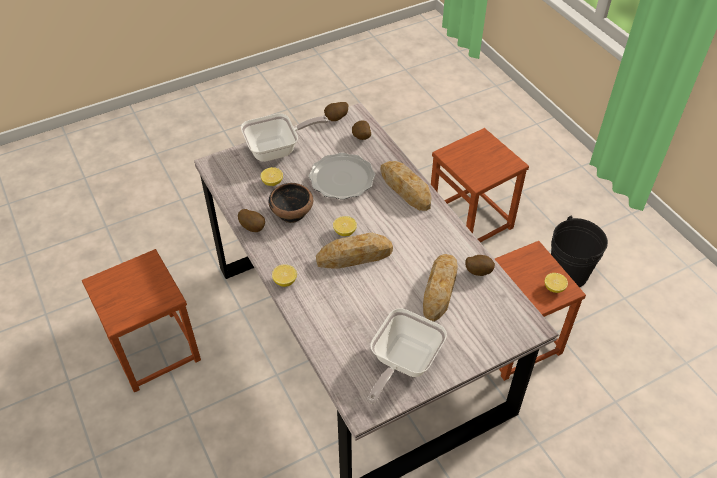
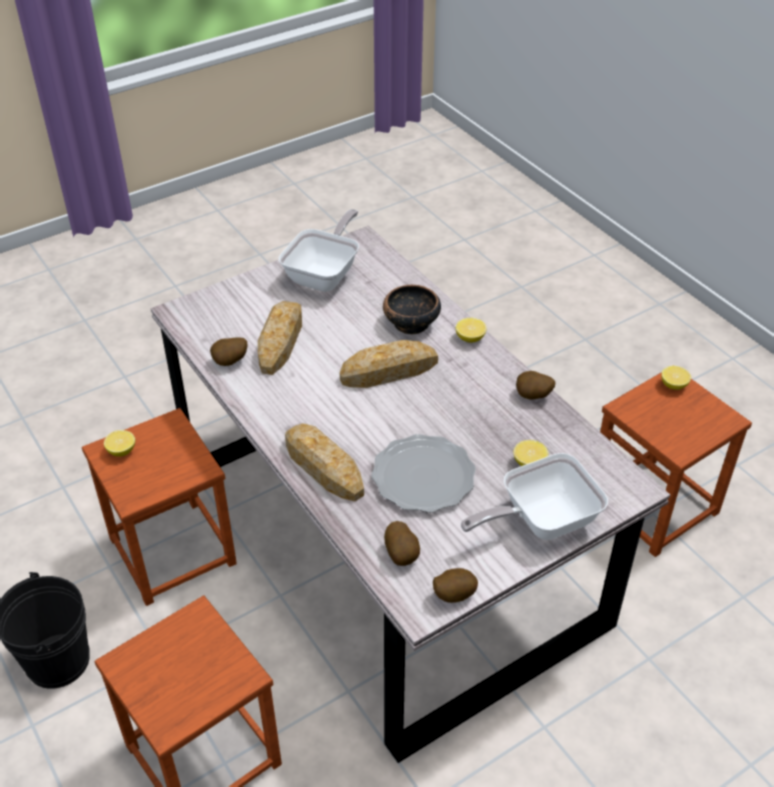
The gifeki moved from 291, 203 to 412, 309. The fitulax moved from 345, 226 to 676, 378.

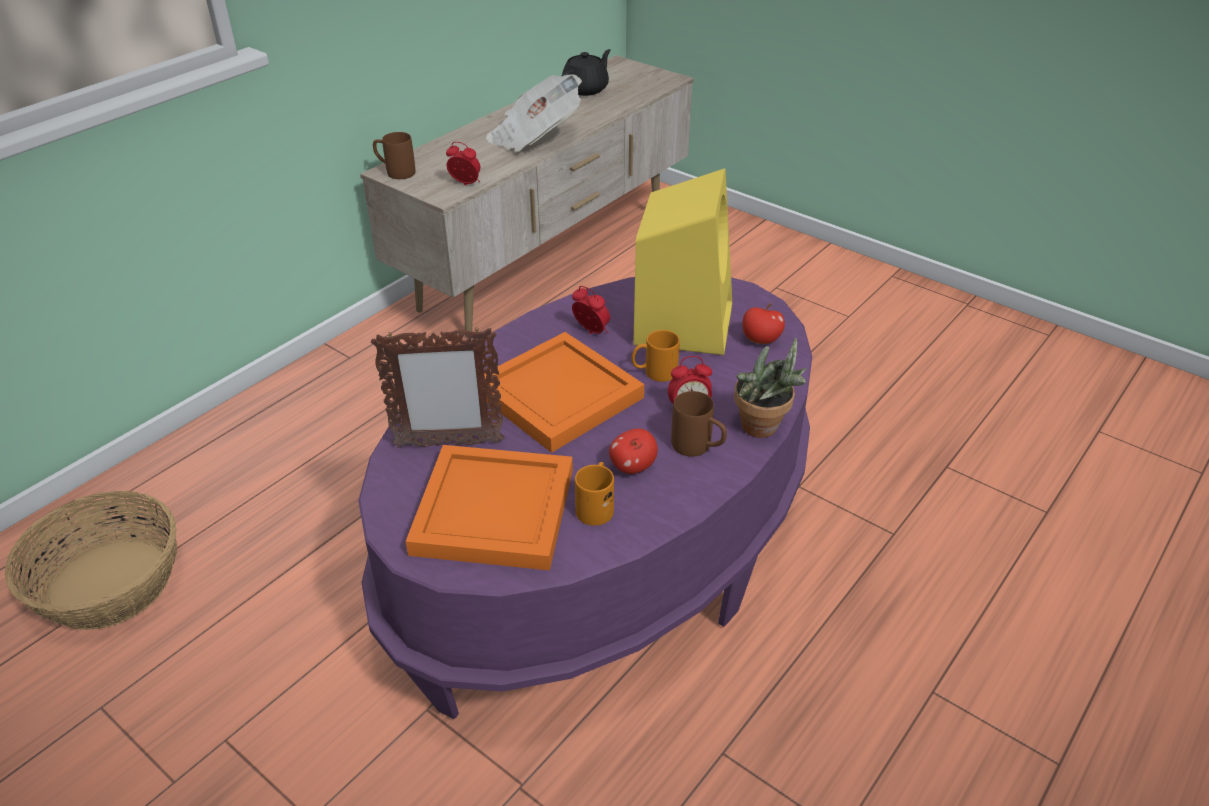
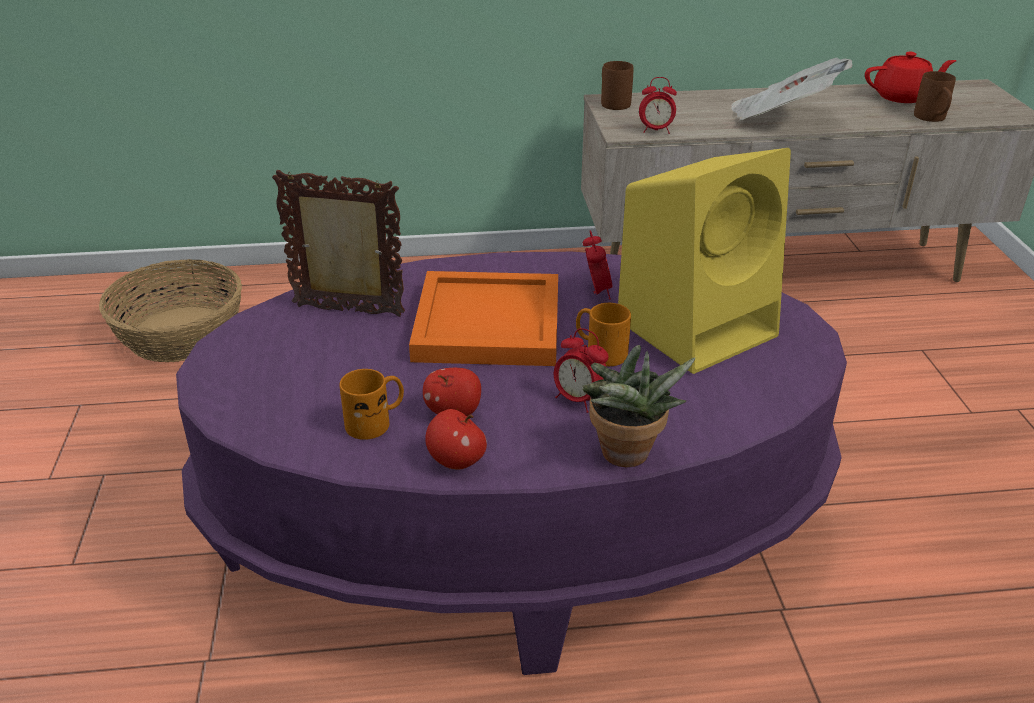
The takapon at 438, 387 turned 150 degrees clockwise. The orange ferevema at 489, 508 disappeared. The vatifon at 463, 163 turned 120 degrees clockwise. The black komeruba at 586, 72 became the red komeruba at 910, 77. The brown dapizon moved from 699, 424 to 935, 96. The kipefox moved from 763, 323 to 456, 439.

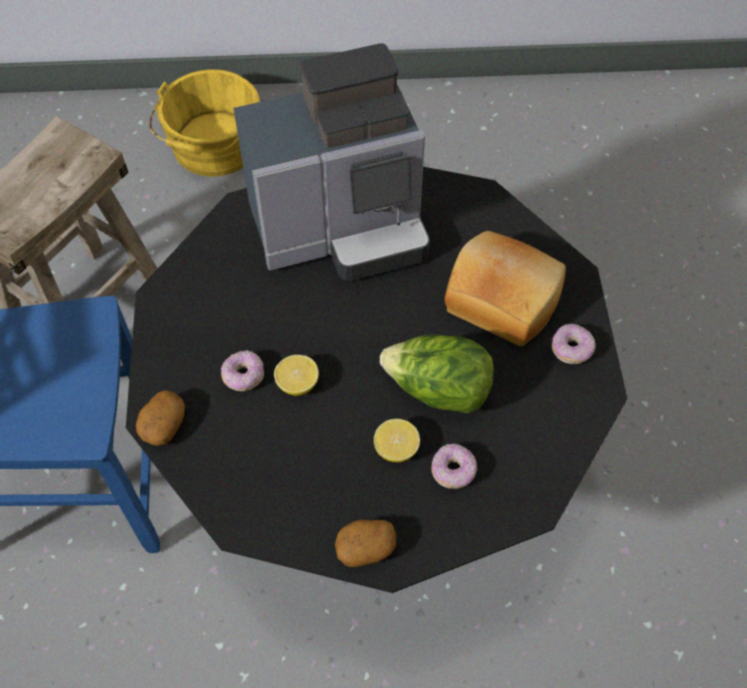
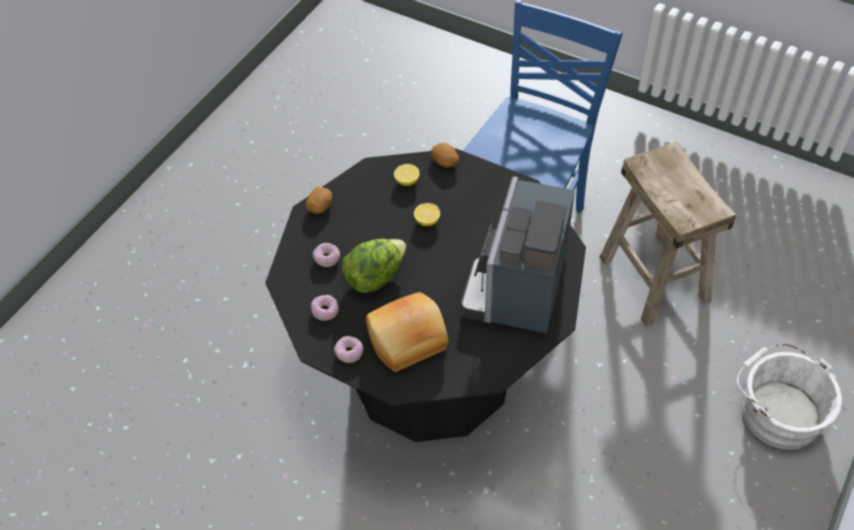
The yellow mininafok at 204, 123 became the white mininafok at 789, 397. The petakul moved from 242, 370 to 325, 308. The fitulax moved from 397, 440 to 407, 175.

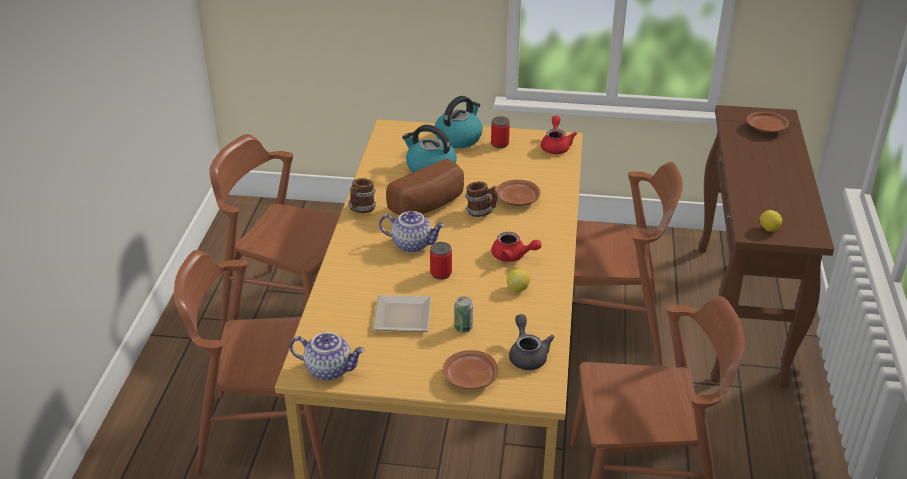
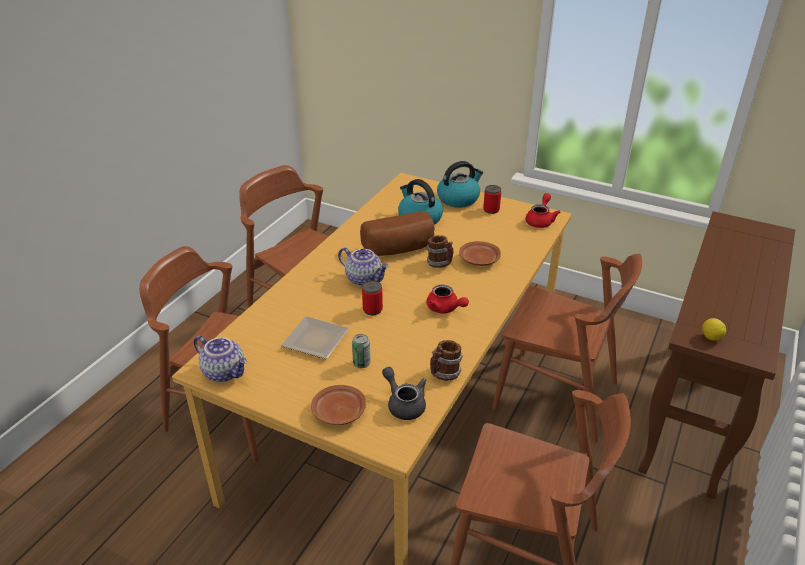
The dapizon moved from 362, 195 to 446, 360. The fitulax at 518, 280 disappeared. The grey komeruba at 532, 342 turned 45 degrees counterclockwise. The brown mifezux at 767, 122 disappeared.

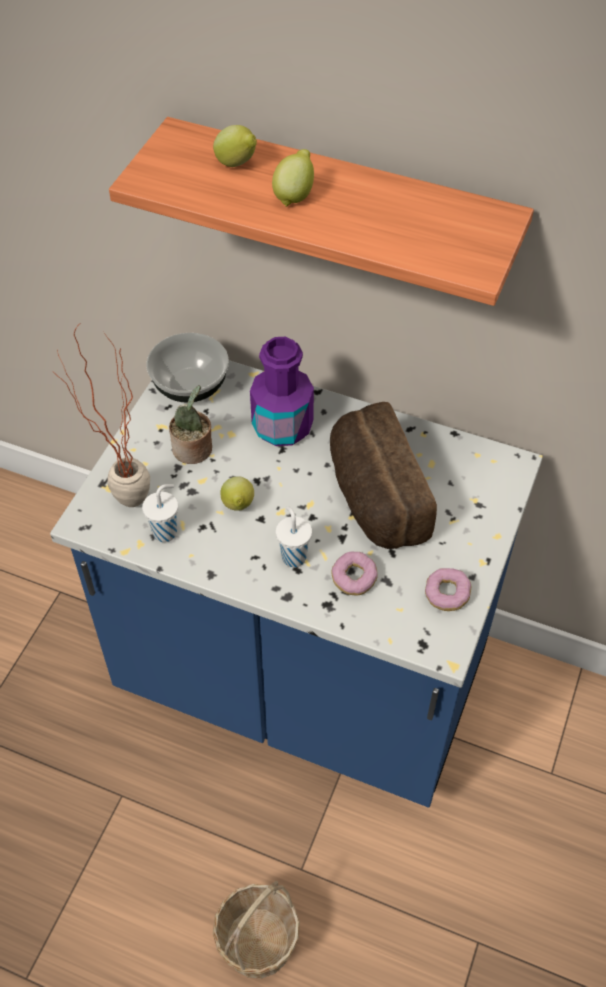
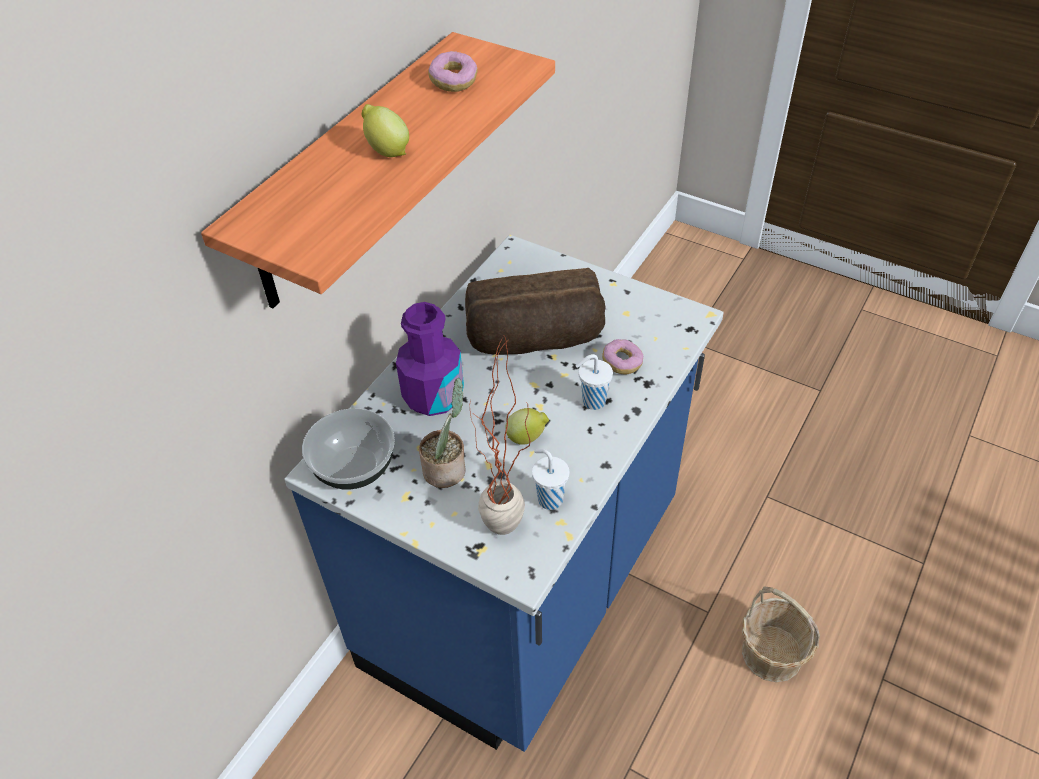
The fitulax at 235, 146 disappeared. The petakul moved from 448, 589 to 452, 71.

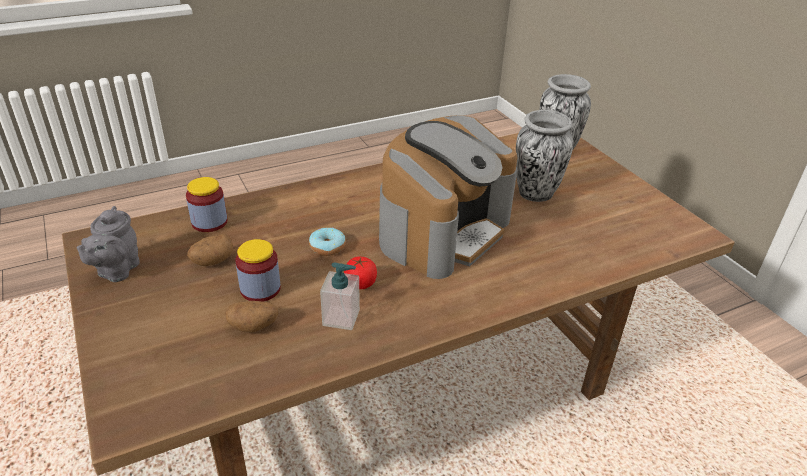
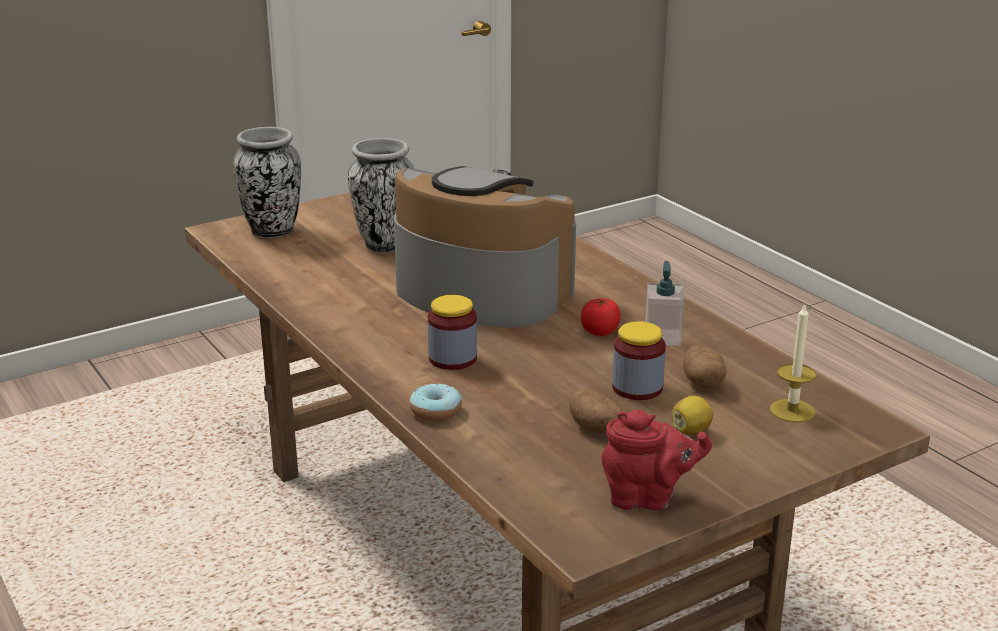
The grey komeruba at 108, 244 became the red komeruba at 657, 460. The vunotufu moved from 206, 204 to 452, 332. The petakul moved from 327, 241 to 436, 402. The fitulax at 692, 415 appeared. The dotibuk at 793, 363 appeared.

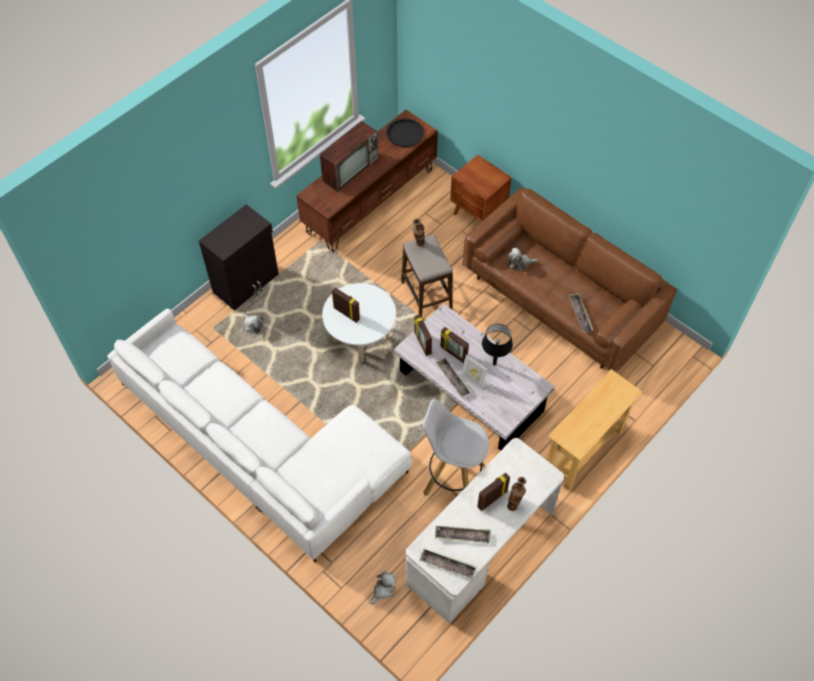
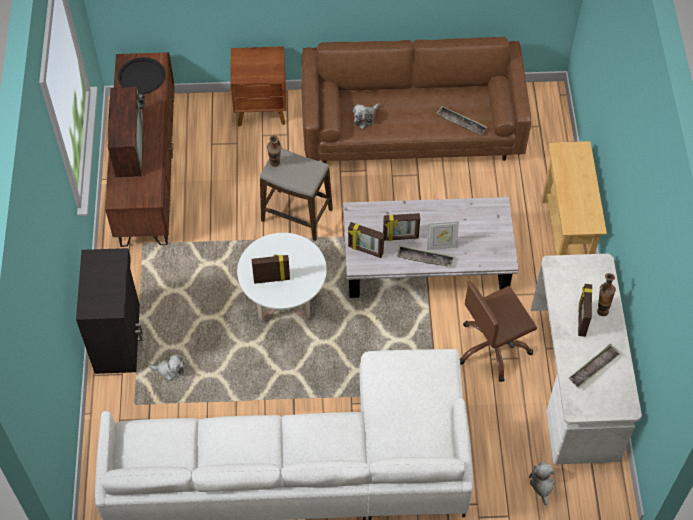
The ferevema at 448, 564 disappeared. The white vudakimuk at 455, 447 was replaced by the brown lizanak at 498, 331. The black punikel at 497, 344 disappeared.

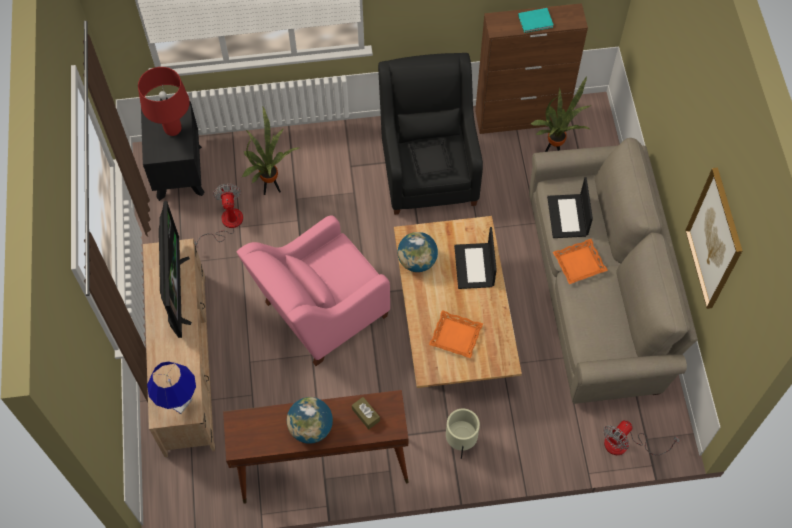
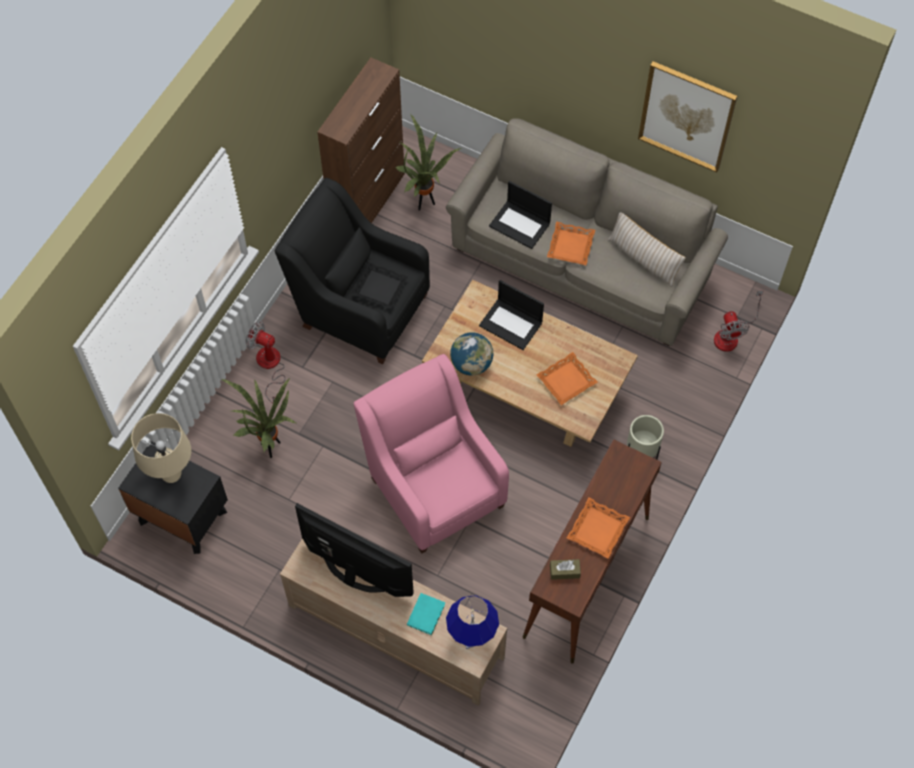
The red punikel at 164, 101 became the beige punikel at 161, 448. The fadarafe moved from 218, 215 to 265, 362. The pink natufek at 313, 290 turned 150 degrees clockwise. The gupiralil at 310, 420 was replaced by the orange ferevema at 598, 528. The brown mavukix moved from 366, 413 to 565, 569. The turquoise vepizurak moved from 536, 20 to 426, 614. The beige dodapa at 647, 249 appeared.

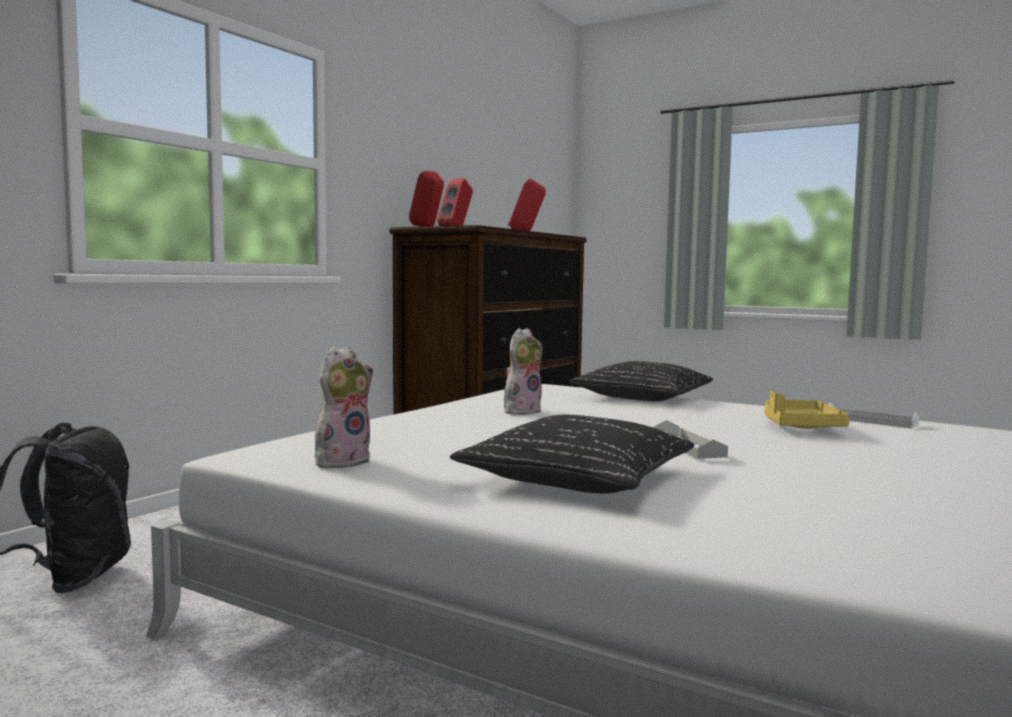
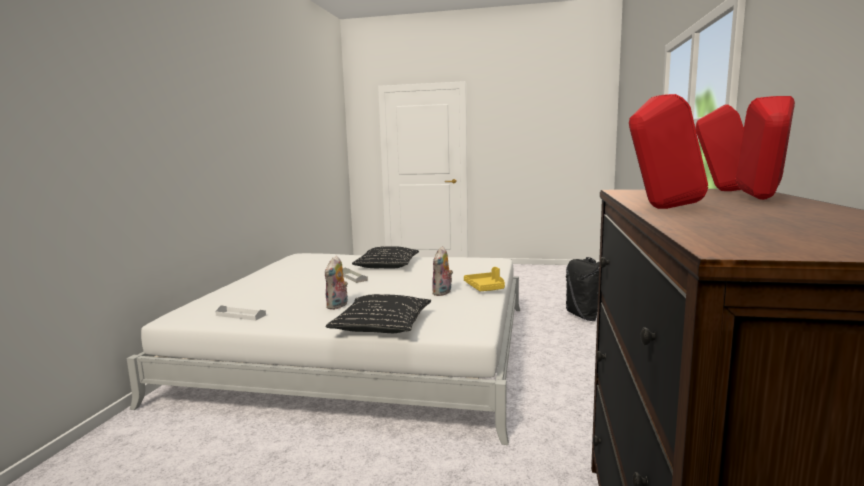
The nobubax moved from 344, 407 to 336, 283. The yellow ferevema moved from 807, 410 to 484, 279.

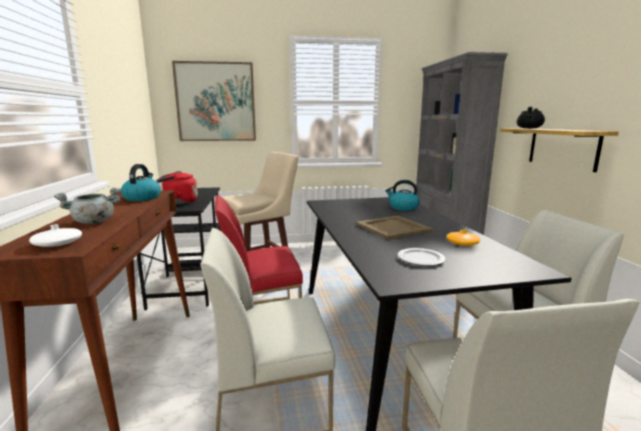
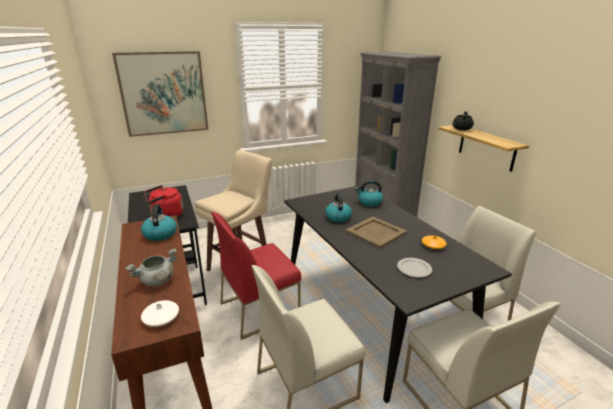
The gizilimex at 338, 207 appeared.

